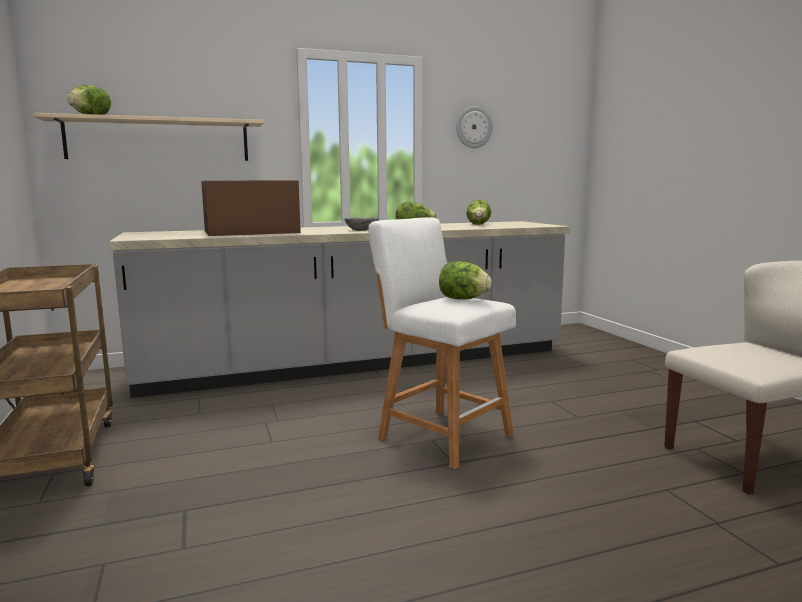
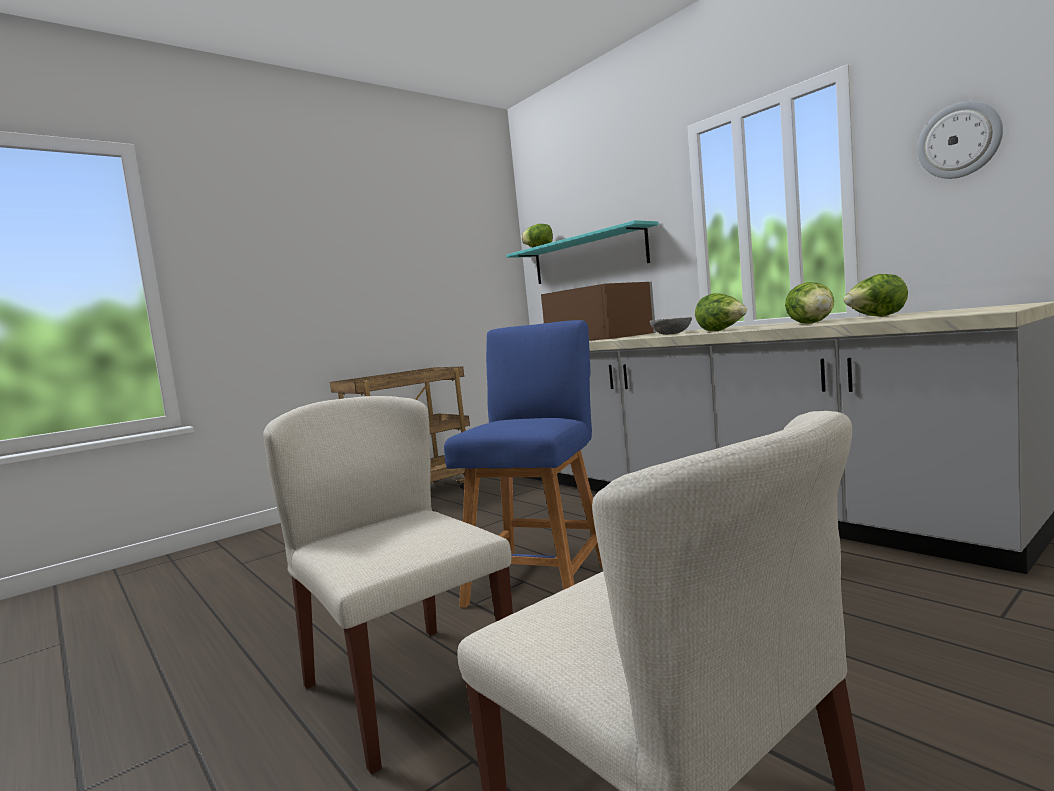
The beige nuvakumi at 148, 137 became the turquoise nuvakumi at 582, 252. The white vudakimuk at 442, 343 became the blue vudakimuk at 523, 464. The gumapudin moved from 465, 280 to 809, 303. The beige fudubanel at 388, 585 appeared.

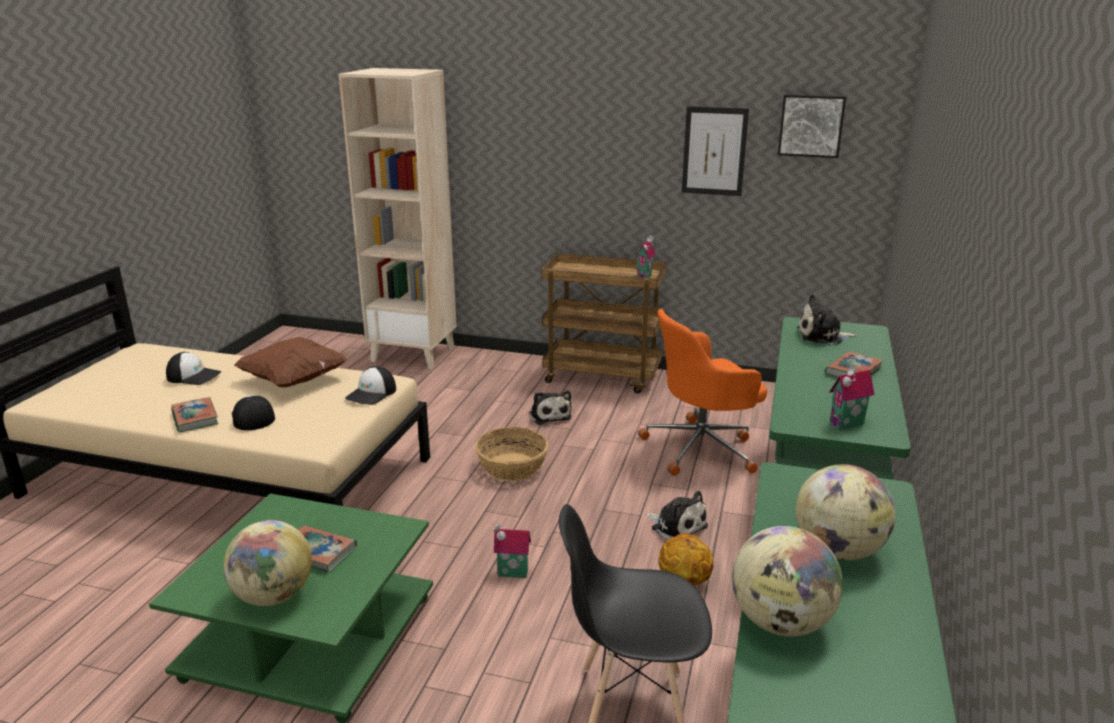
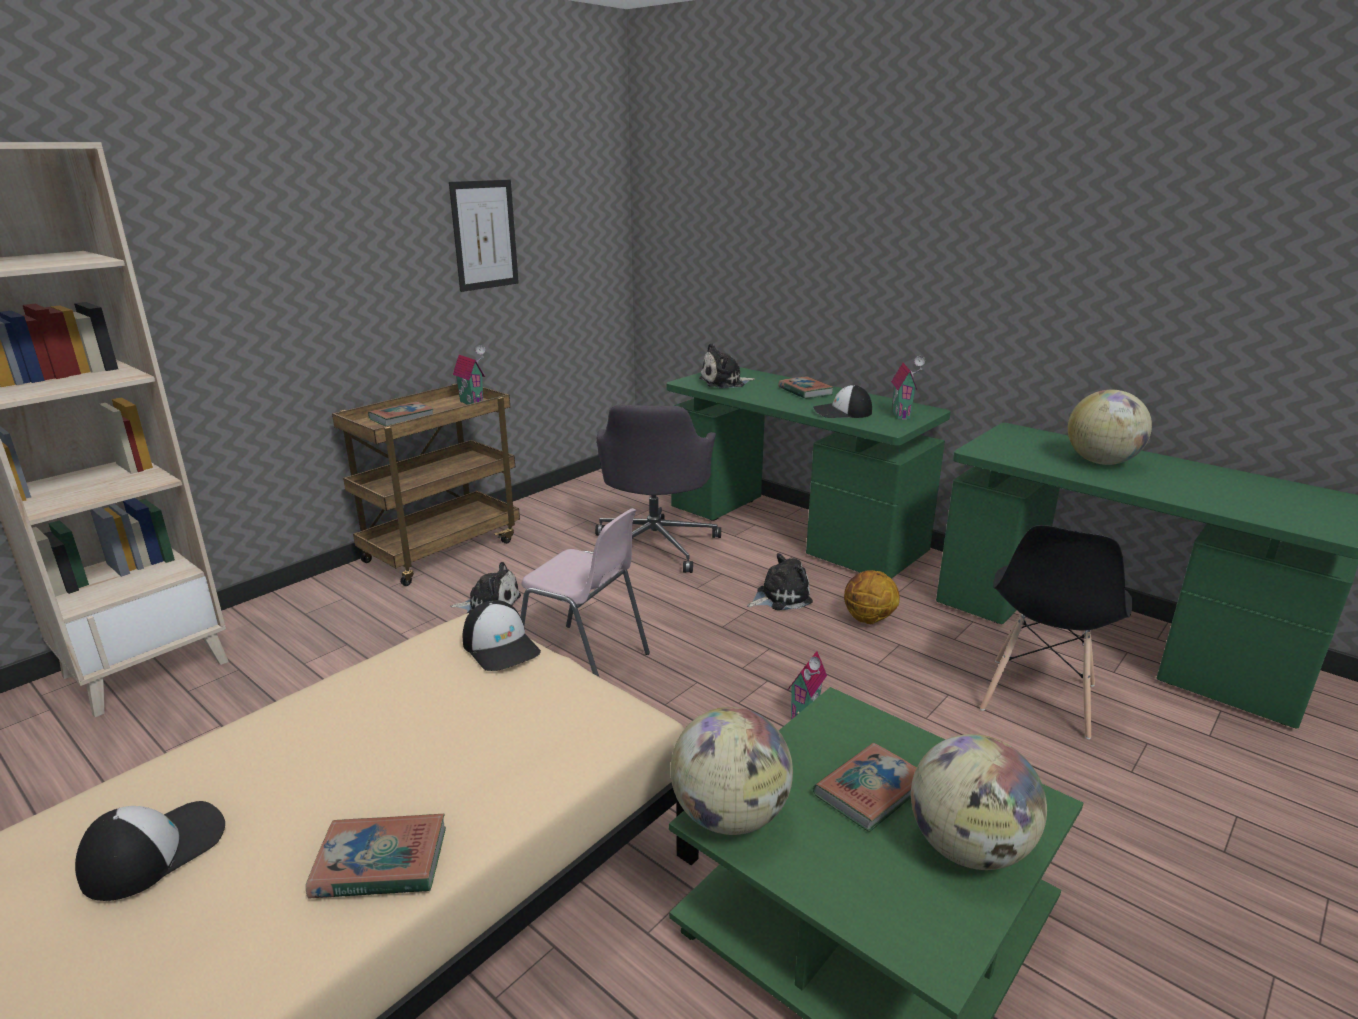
The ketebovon moved from 253, 412 to 842, 401. The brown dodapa at 291, 362 disappeared. The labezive at 511, 454 was replaced by the pink fudubanel at 585, 592. The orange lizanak at 702, 392 became the grey lizanak at 658, 488. The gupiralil moved from 787, 581 to 731, 771. The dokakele at 812, 126 disappeared. The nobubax at 827, 319 turned 45 degrees clockwise. The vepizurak at 401, 413 appeared.

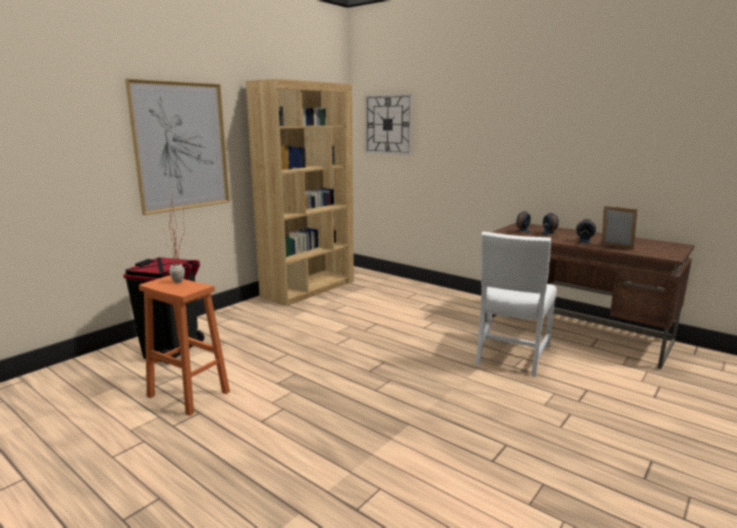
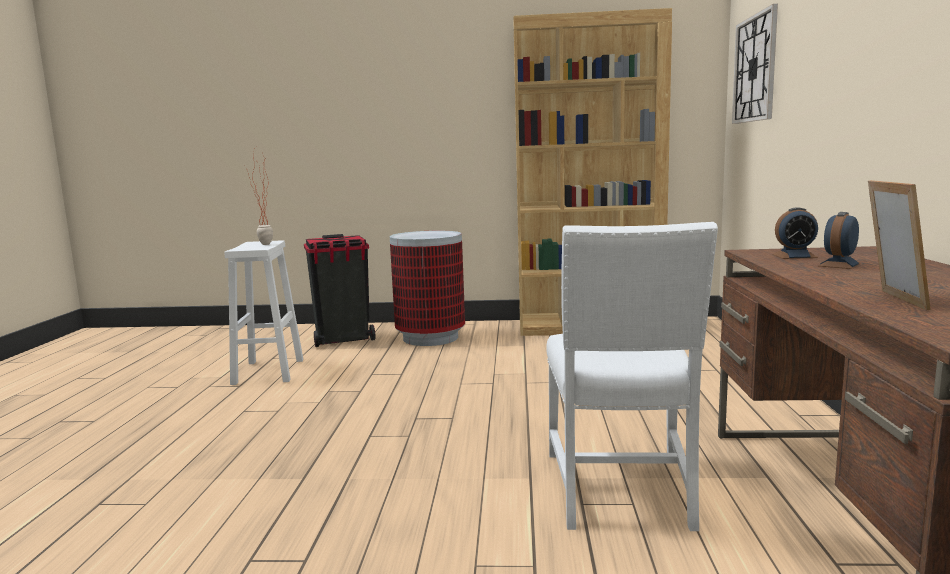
The dokakele at 177, 147 disappeared. The orange vudakimuk at 184, 345 became the white vudakimuk at 263, 312. The white fudubanel at 516, 304 turned 75 degrees counterclockwise. The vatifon at 586, 231 disappeared. The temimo at 427, 288 appeared.

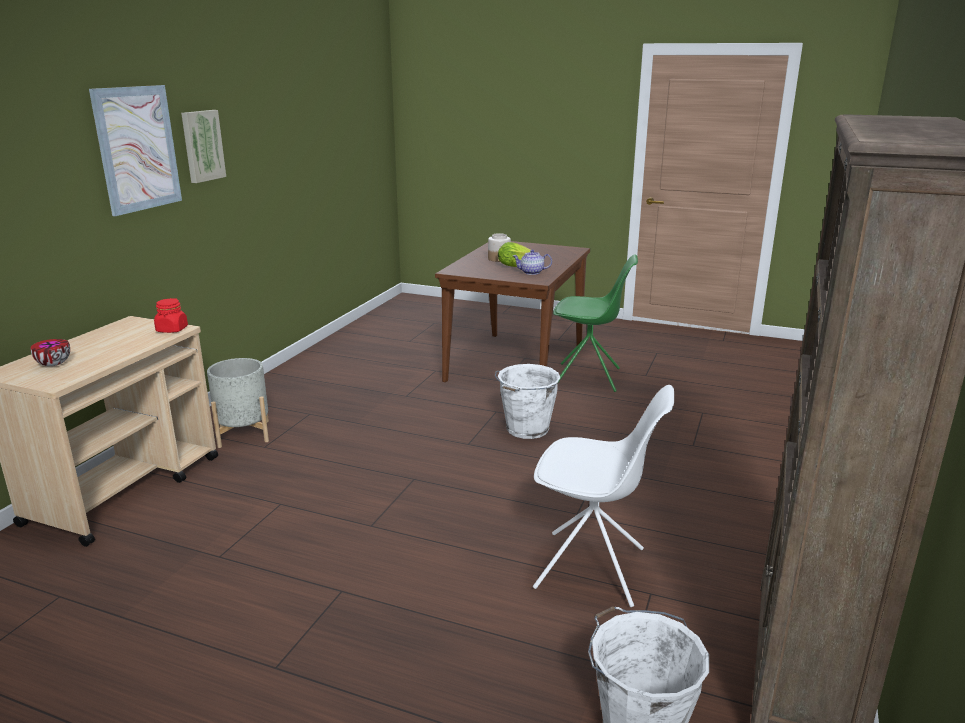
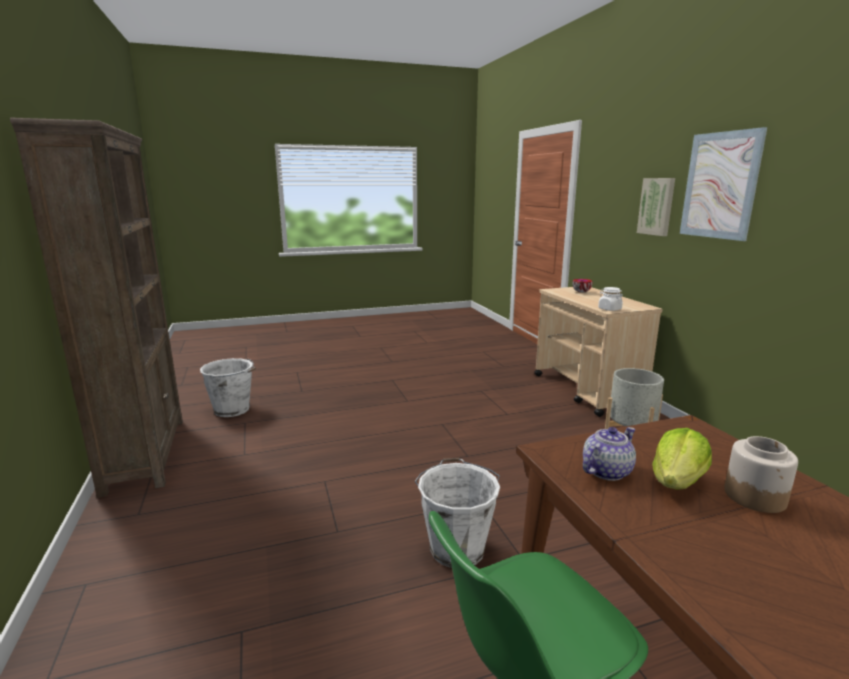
The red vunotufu at 171, 315 became the white vunotufu at 610, 299. The dokakele moved from 203, 146 to 656, 207. The white fudubanel at 603, 496 disappeared.

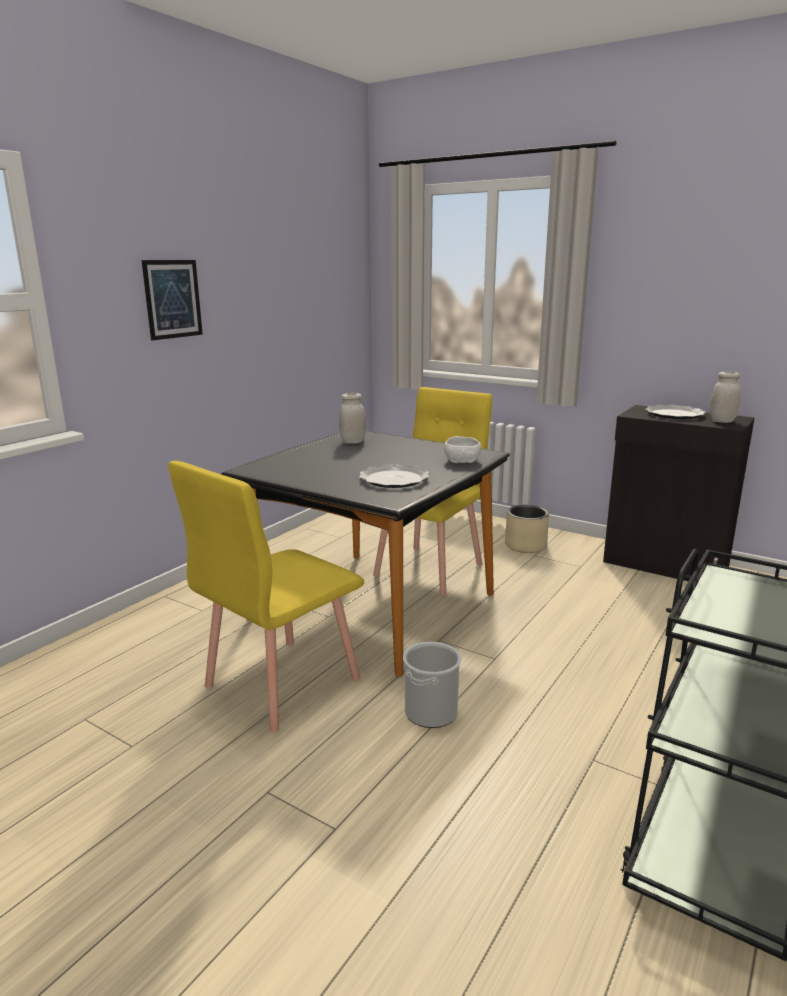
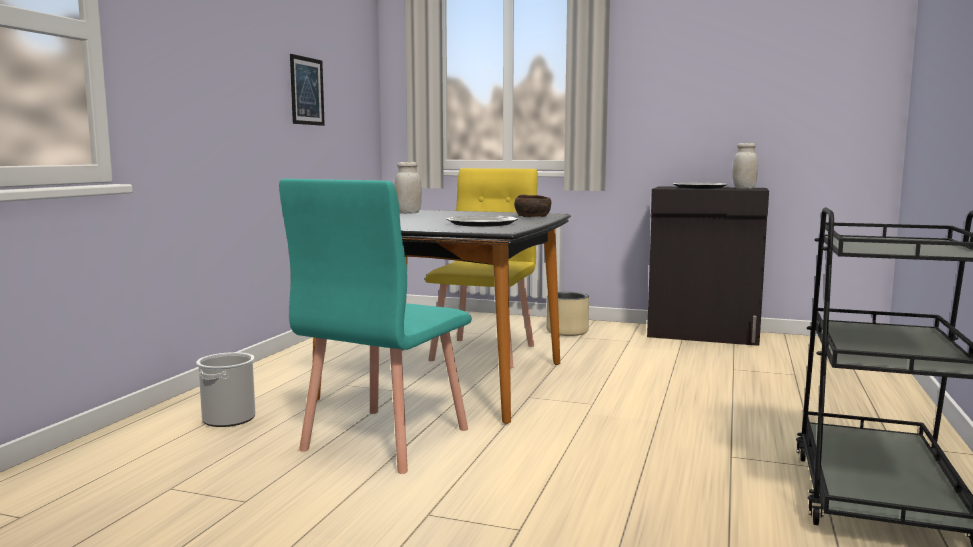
The dokakele moved from 172, 300 to 307, 90. The yellow fudubanel at 266, 596 became the turquoise fudubanel at 375, 326. The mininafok moved from 432, 685 to 226, 389. The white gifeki at 462, 449 became the brown gifeki at 532, 205.

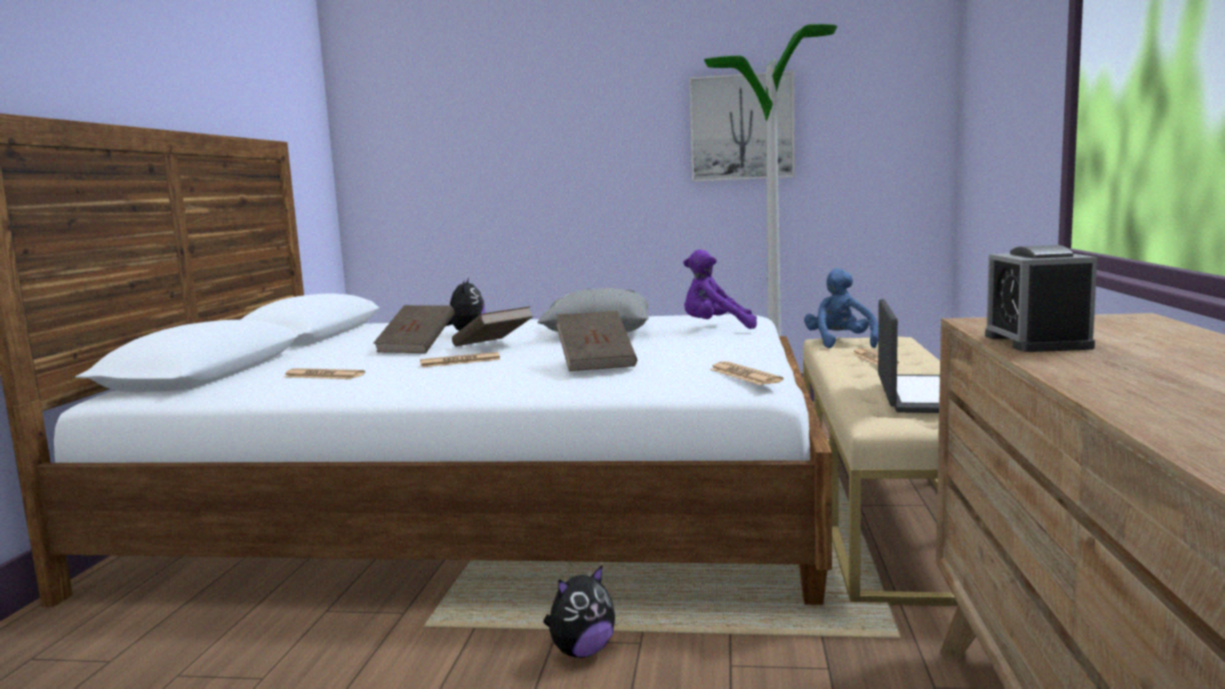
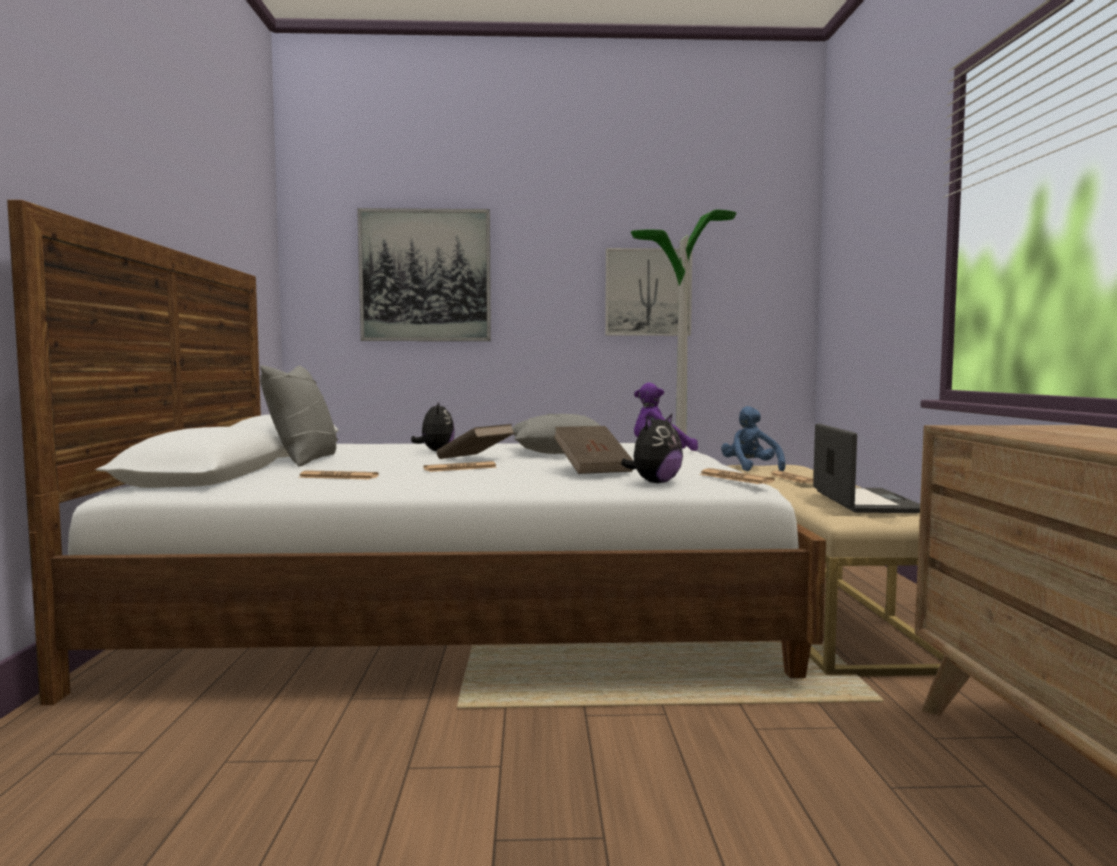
The brown vepizurak at 414, 329 disappeared. The nobubax moved from 579, 611 to 652, 448. The vatifon at 1041, 298 disappeared. The grey dodapa at 299, 415 appeared. The dokakele at 424, 274 appeared.

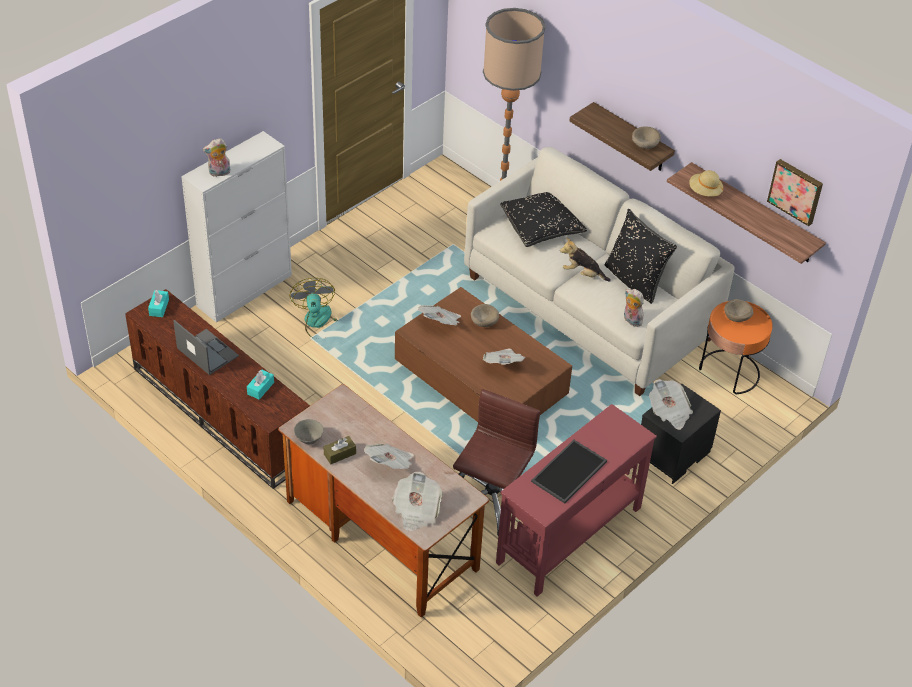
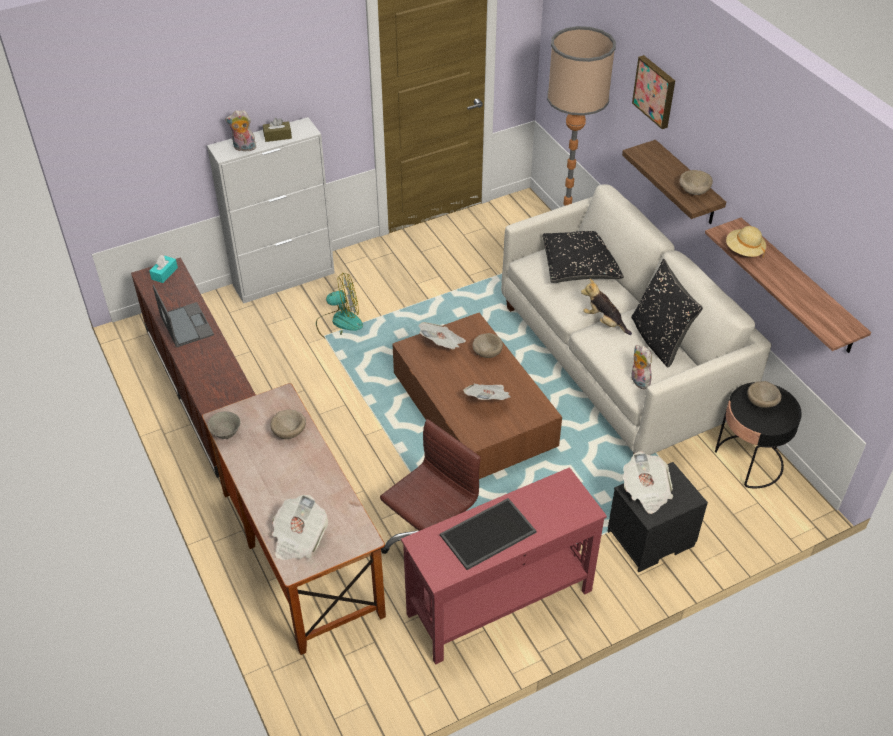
The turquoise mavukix at 260, 385 disappeared. The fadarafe at 314, 307 turned 75 degrees clockwise. The brown mavukix moved from 339, 450 to 277, 130. The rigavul at 389, 456 disappeared. The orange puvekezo at 736, 347 became the black puvekezo at 758, 435. The dokakele moved from 795, 192 to 653, 92. The beige gifeki at 288, 424 appeared.

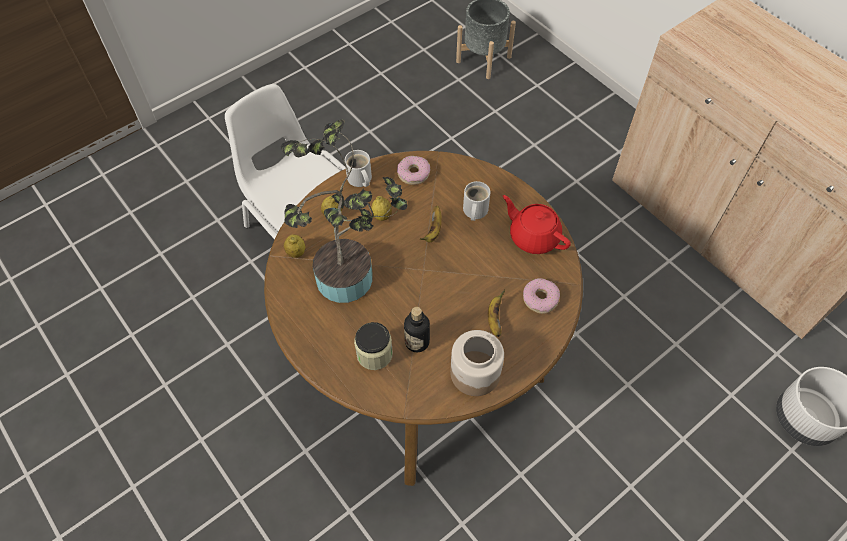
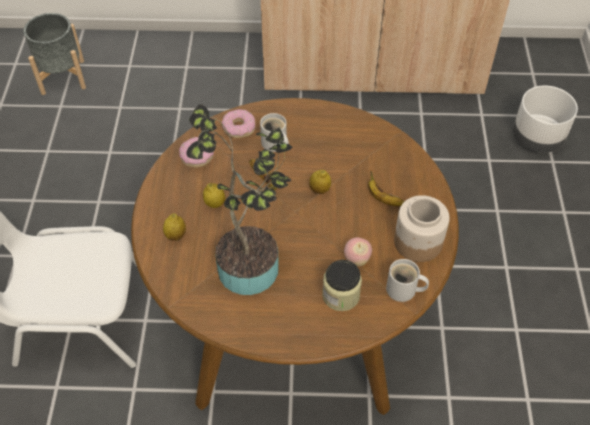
The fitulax moved from 294, 246 to 320, 182. The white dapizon moved from 358, 168 to 407, 280. The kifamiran at 417, 329 was replaced by the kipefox at 358, 251. The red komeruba at 537, 224 disappeared. The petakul moved from 541, 296 to 239, 123.

